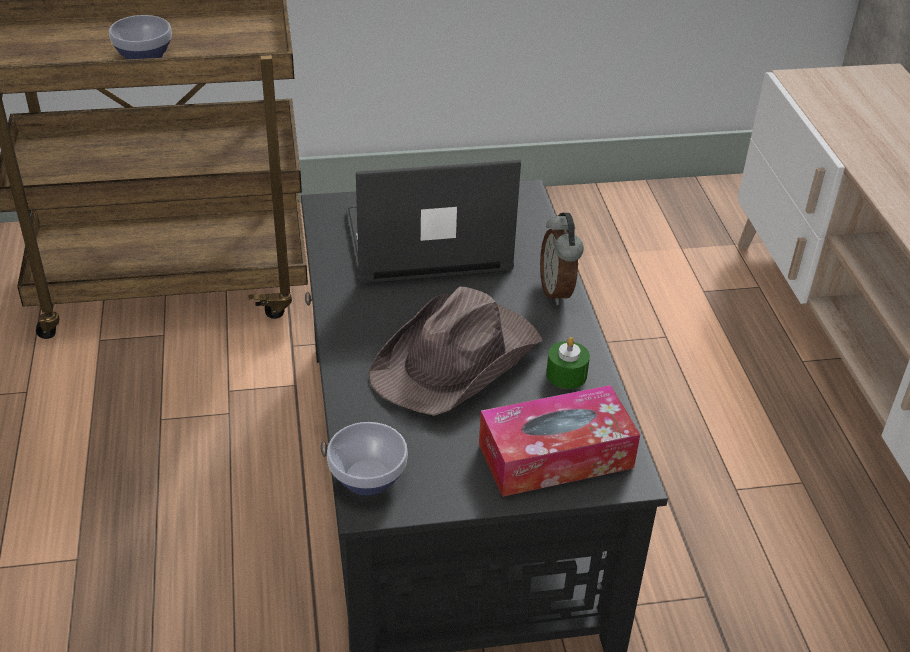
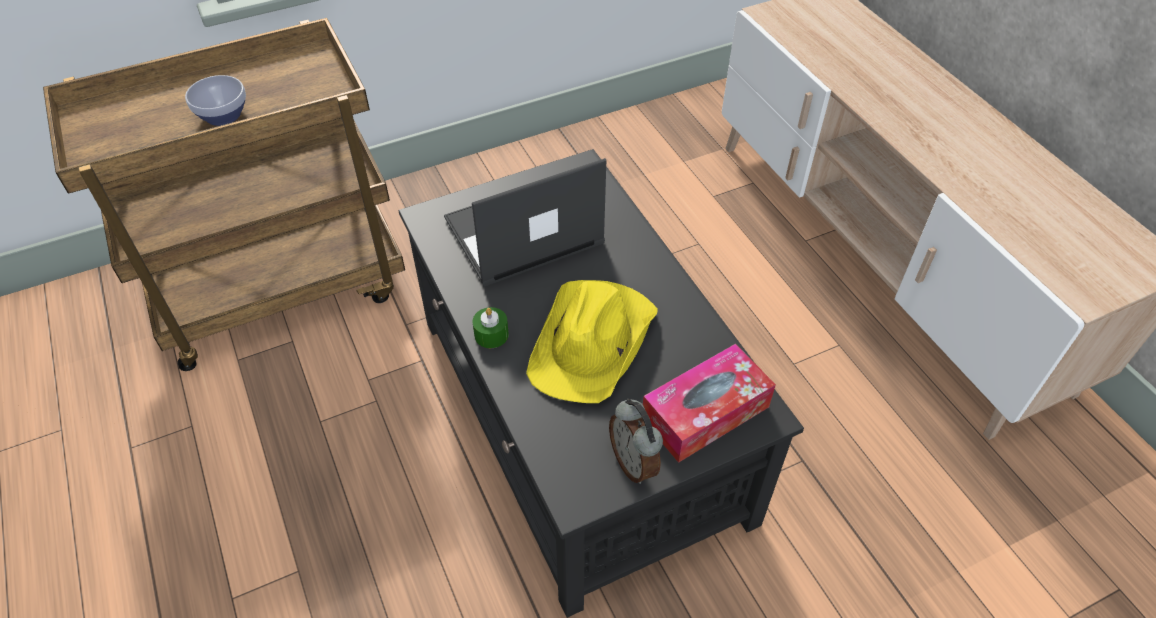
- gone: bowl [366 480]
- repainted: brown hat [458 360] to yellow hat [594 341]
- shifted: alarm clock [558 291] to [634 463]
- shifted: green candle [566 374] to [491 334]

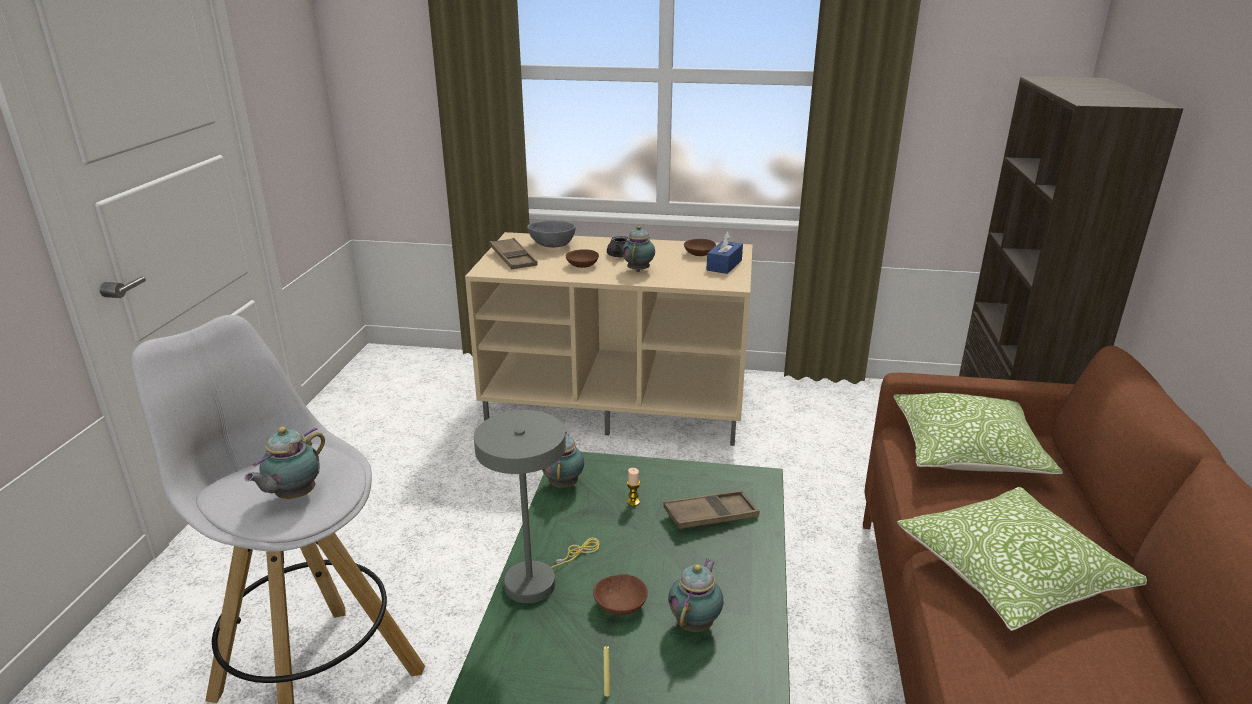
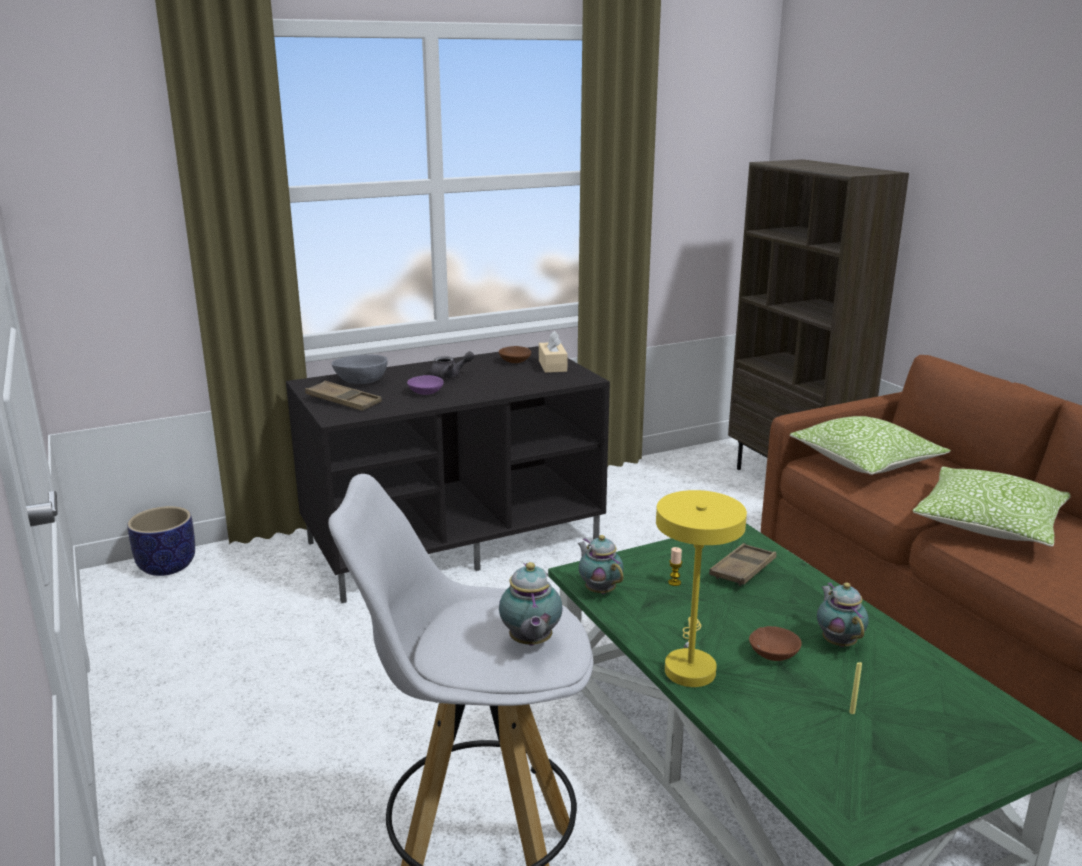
- repainted: beige tv stand [619 404] to black tv stand [455 540]
- repainted: grey table lamp [537 580] to yellow table lamp [689 665]
- repainted: brown bowl [582 265] to purple bowl [425 392]
- gone: teapot [639 270]
- repainted: blue tissue box [724 265] to beige tissue box [552 366]
- new: planter [167 566]

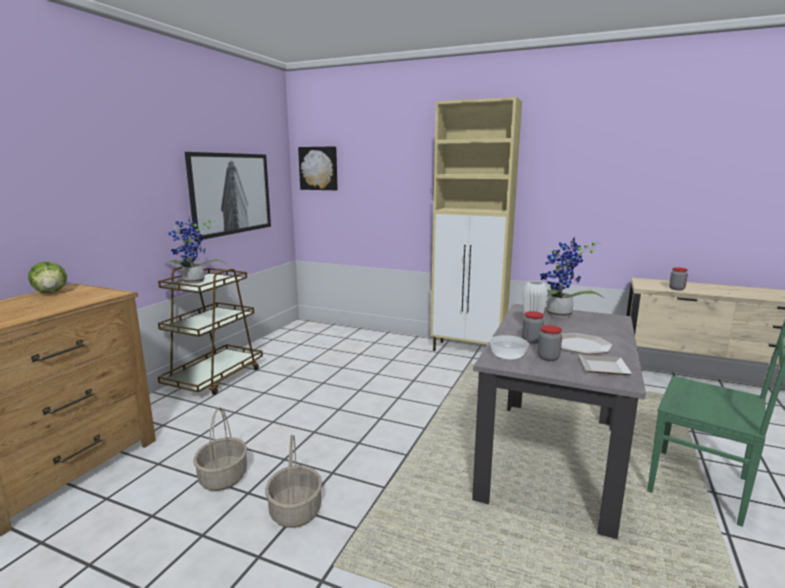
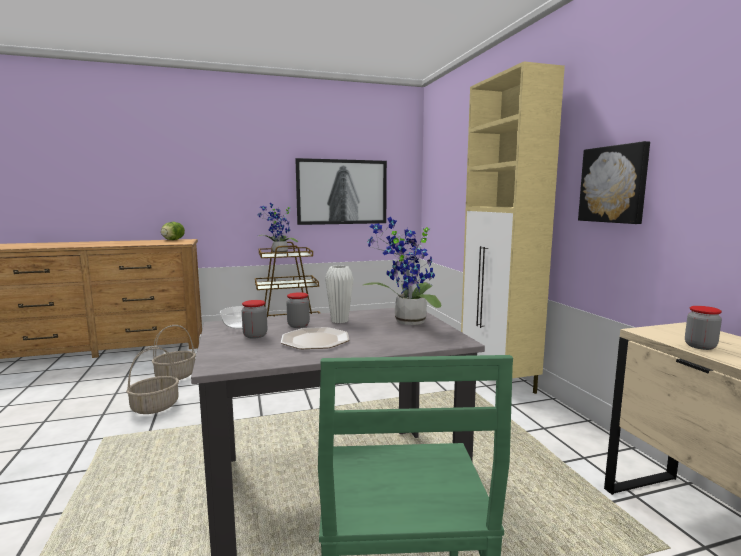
- shifted: picture [319 168] to [614 184]
- gone: plate [605 367]

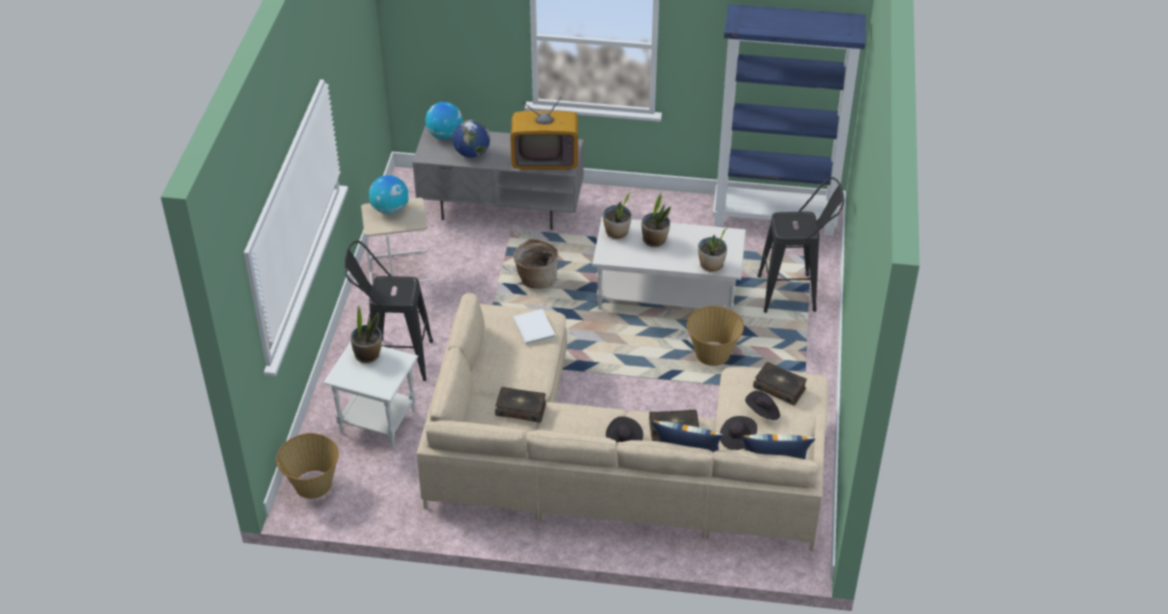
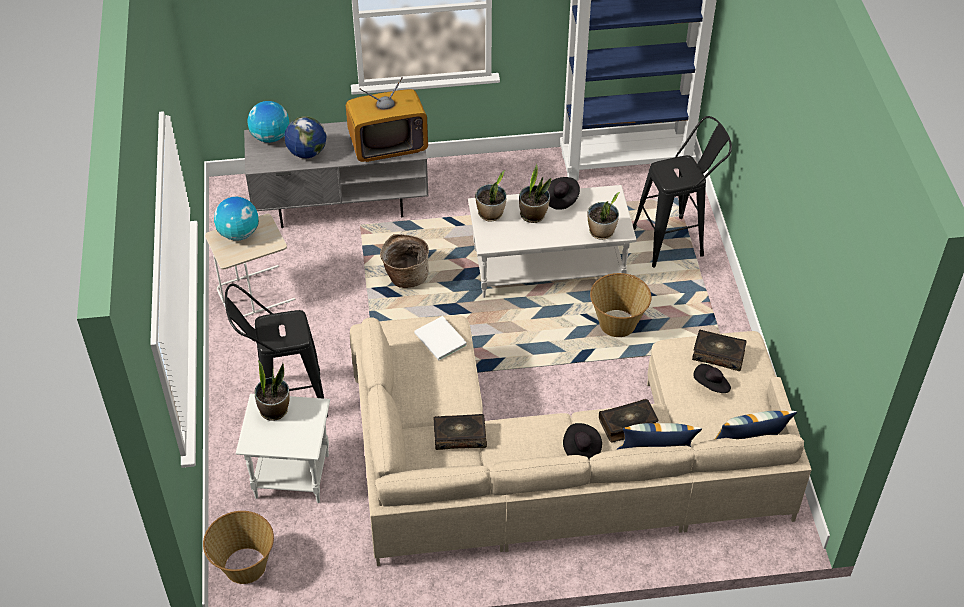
- shifted: black hat [737 439] to [561 199]

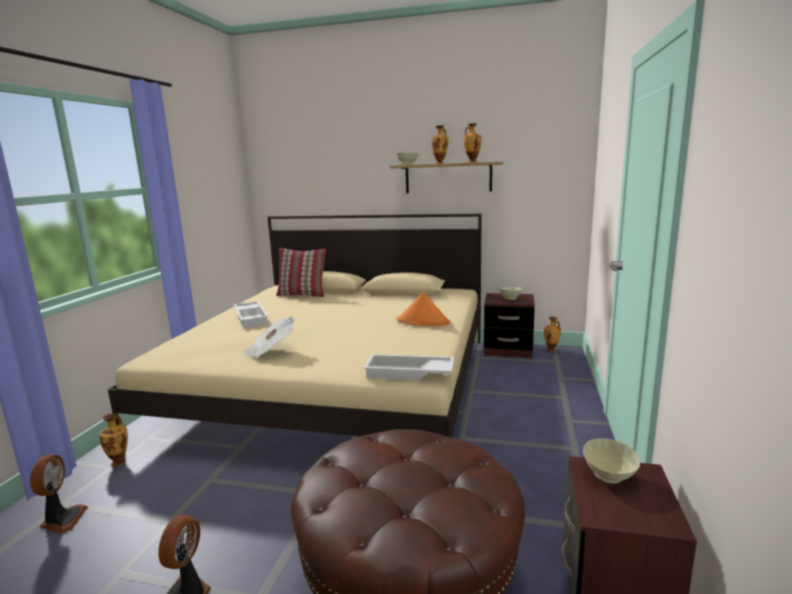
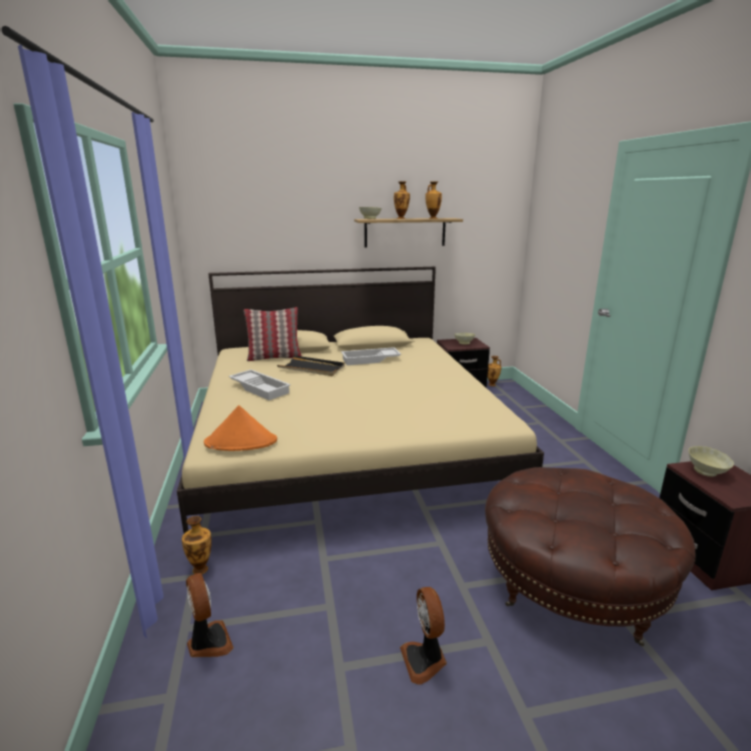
- gone: newspaper [270 351]
- shifted: white tray [408 373] to [370 360]
- shifted: orange hat [423 321] to [241 442]
- new: black tray [312 368]

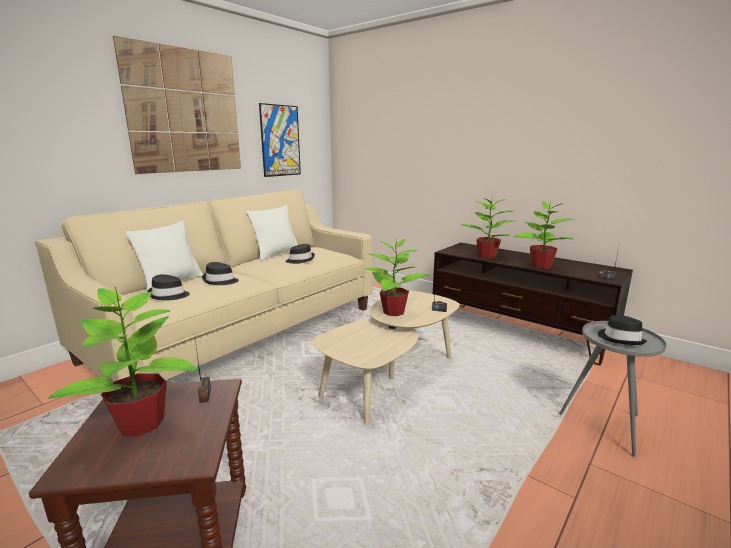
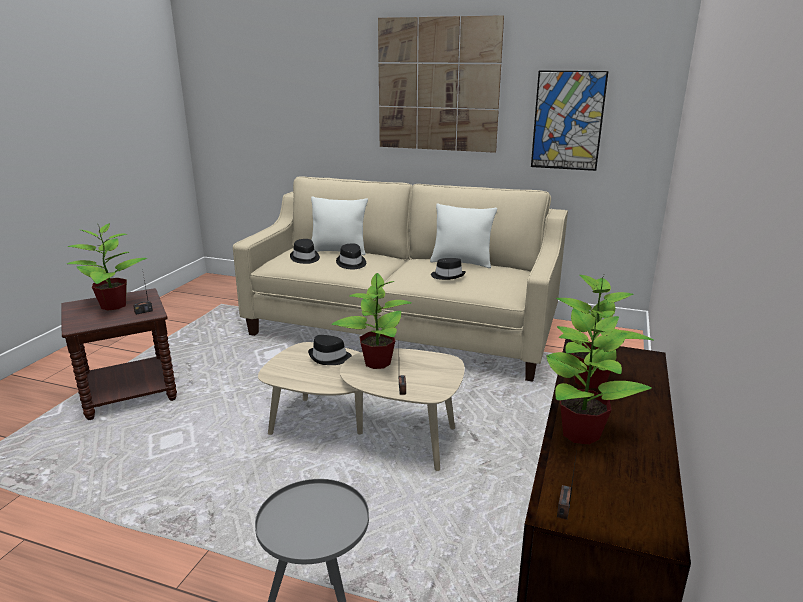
- shifted: black hat [620 338] to [329 358]

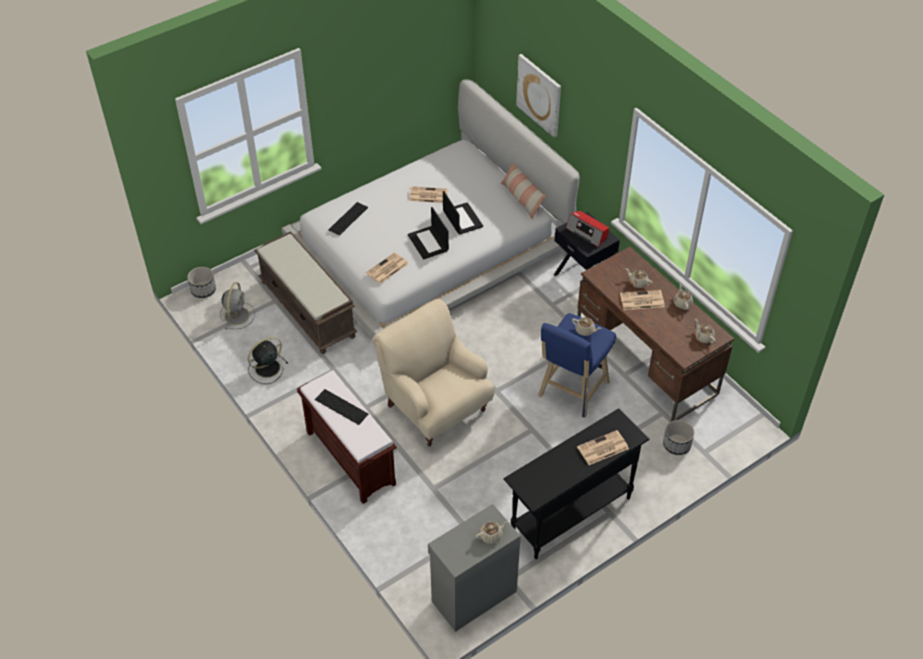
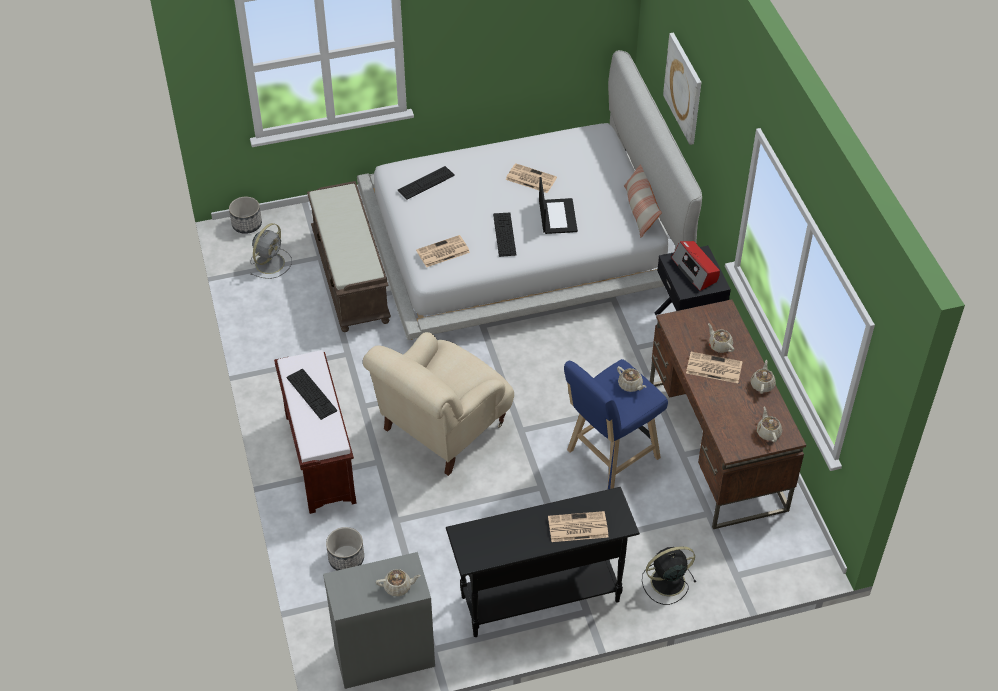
- shifted: black fan [266 369] to [666 582]
- rotated: beige armchair [435 407] = [441 428] 120 degrees counterclockwise
- swapped: laptop [428 243] to keyboard [504 234]
- shifted: planter [677 445] to [346 558]

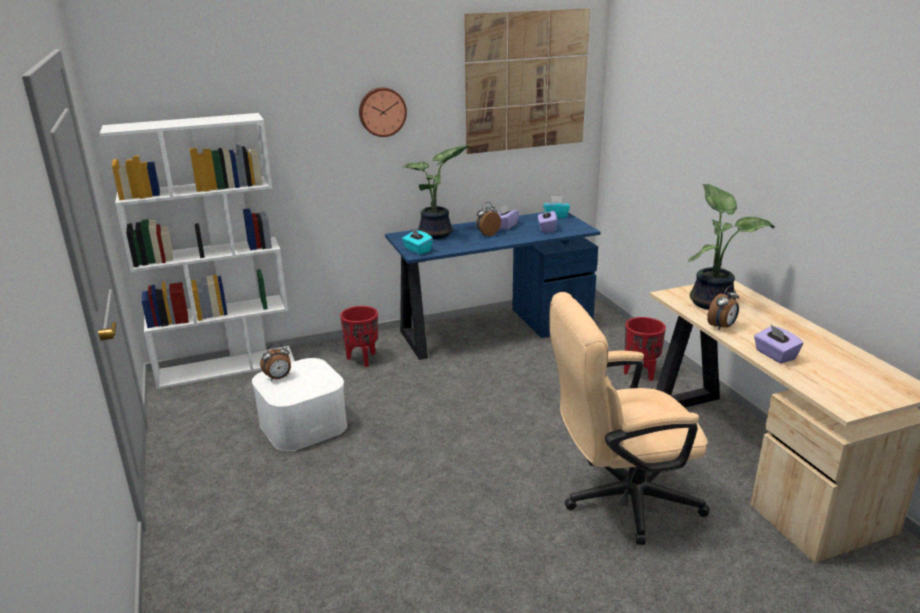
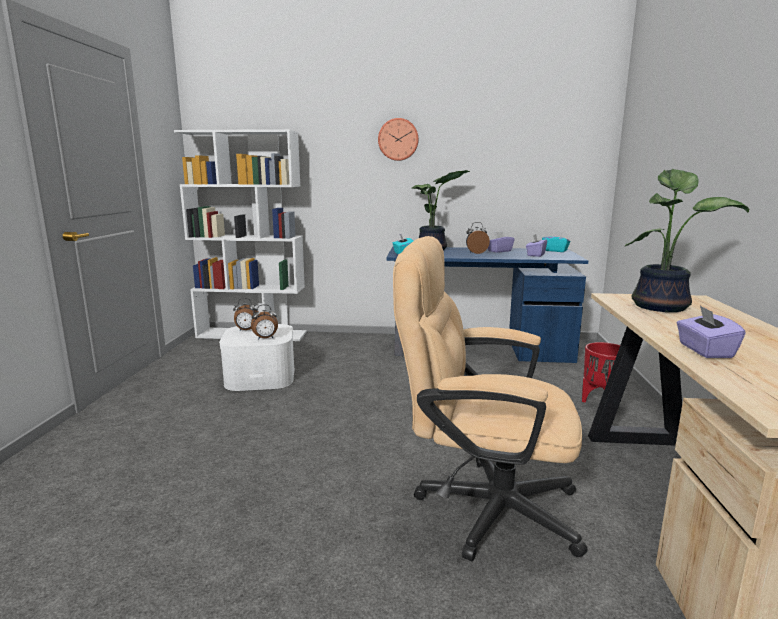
- gone: red planter [363 359]
- gone: picture [526 81]
- shifted: alarm clock [722 327] to [265 338]

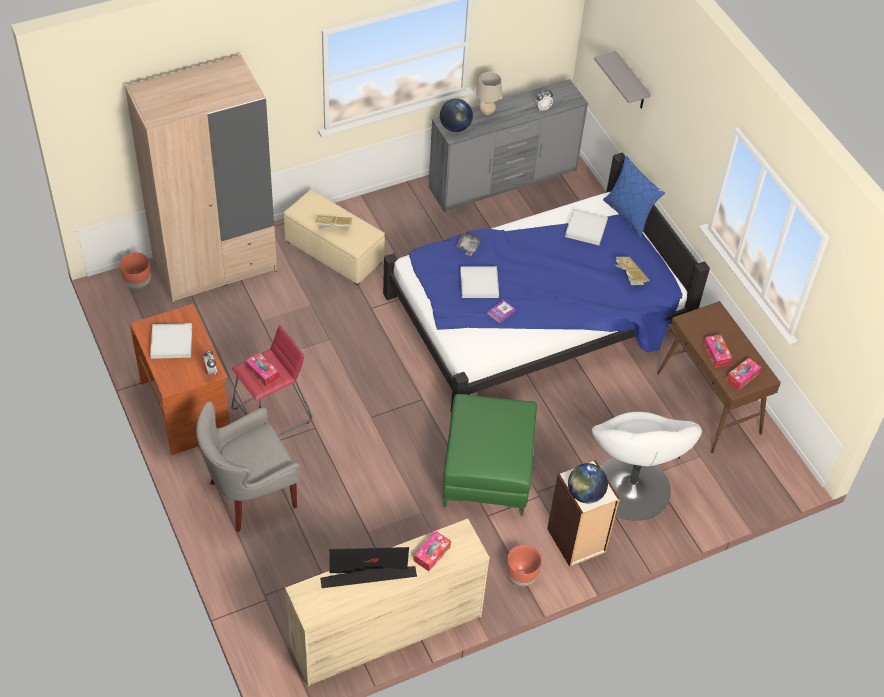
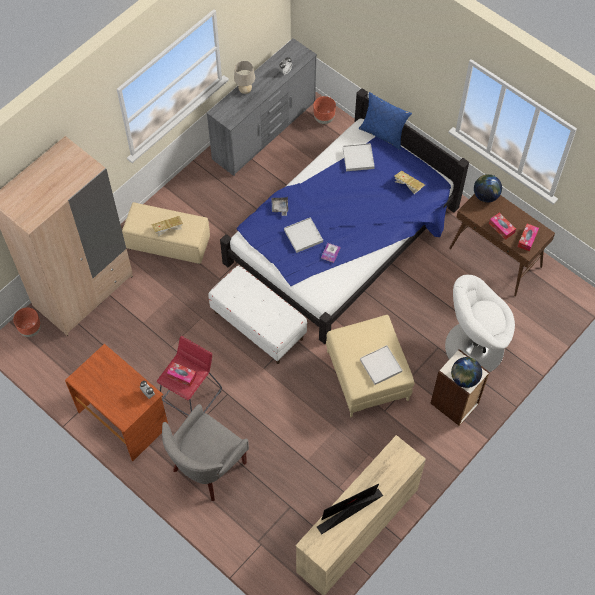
- shifted: white tray [172 342] to [380 365]
- gone: tissue box [432 554]
- shifted: globe [455 127] to [485 195]
- repainted: green ottoman [487 470] to beige ottoman [367 376]
- shifted: brown planter [521 577] to [324 119]
- rotated: white armchair [631 489] = [473 347] 105 degrees clockwise
- gone: grey shelf [631 82]
- new: white bench [258 325]

